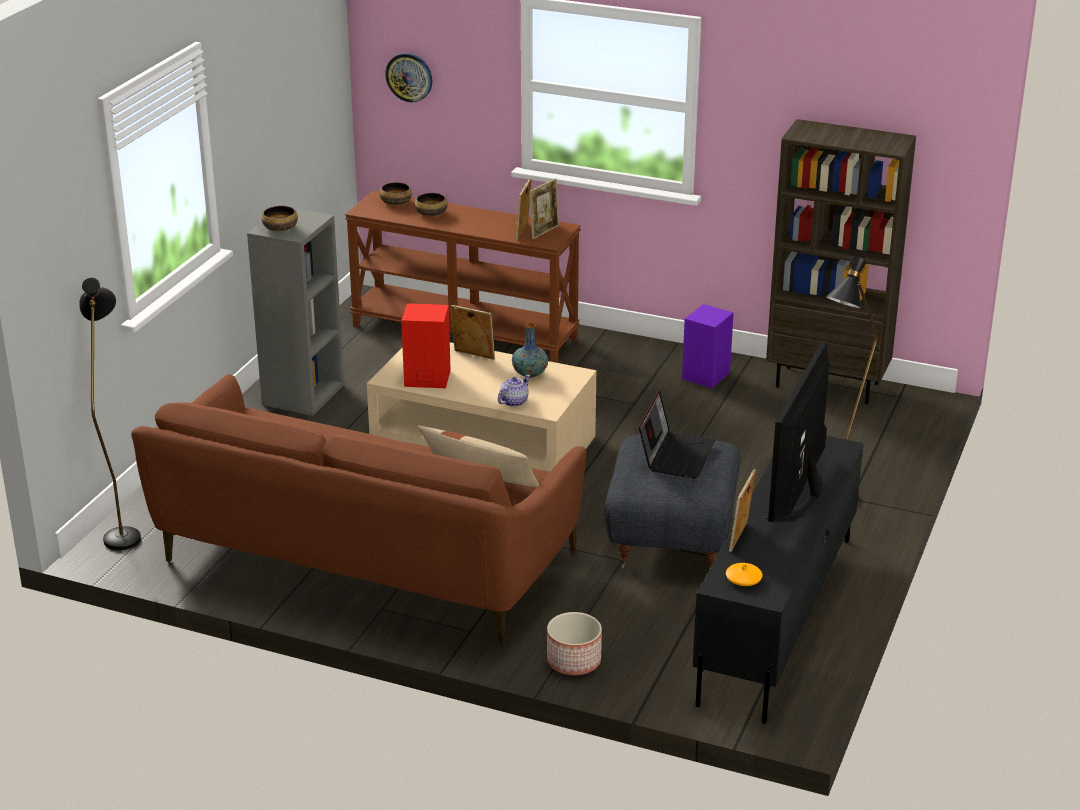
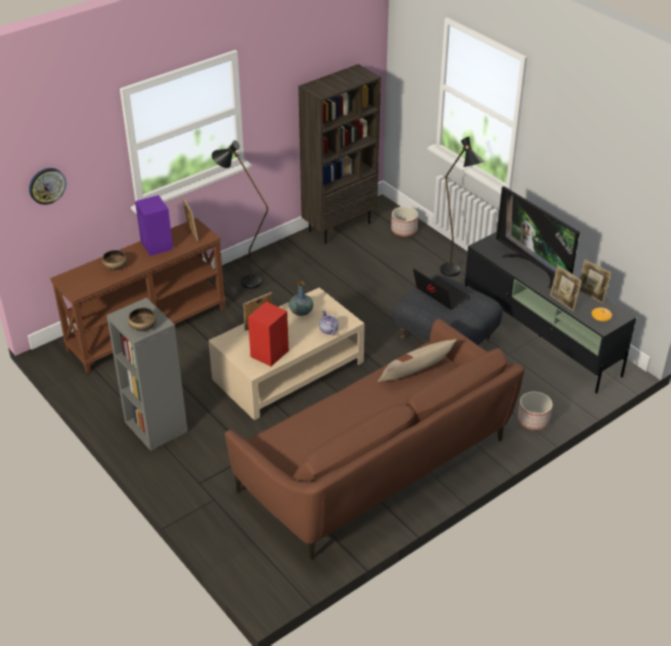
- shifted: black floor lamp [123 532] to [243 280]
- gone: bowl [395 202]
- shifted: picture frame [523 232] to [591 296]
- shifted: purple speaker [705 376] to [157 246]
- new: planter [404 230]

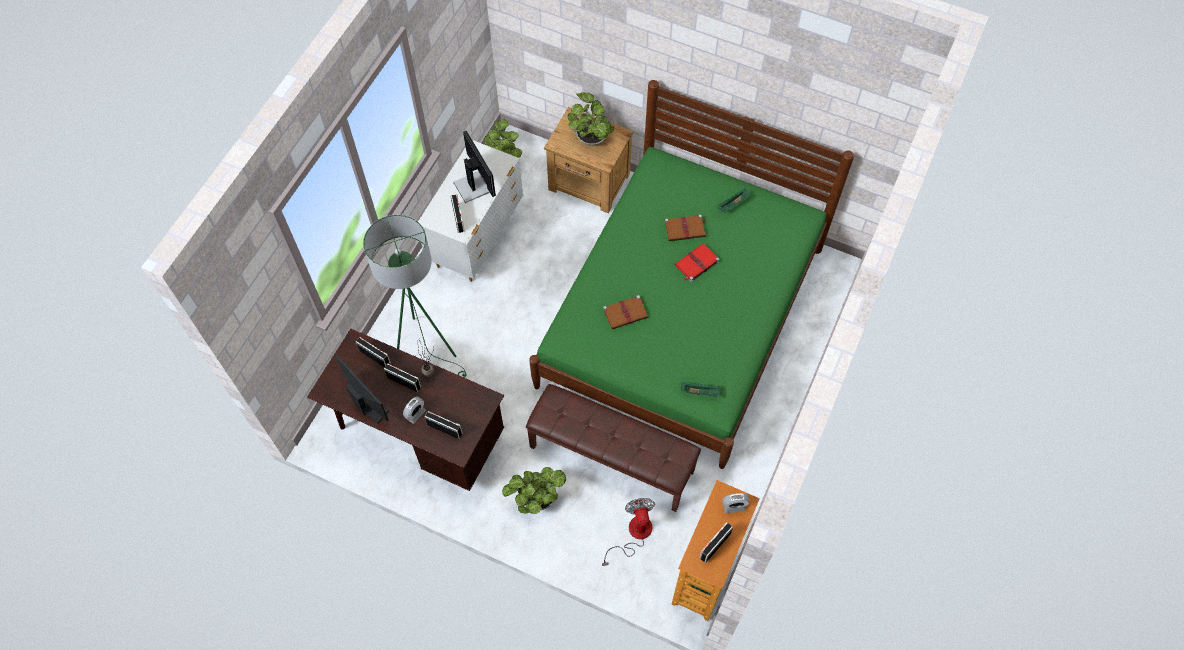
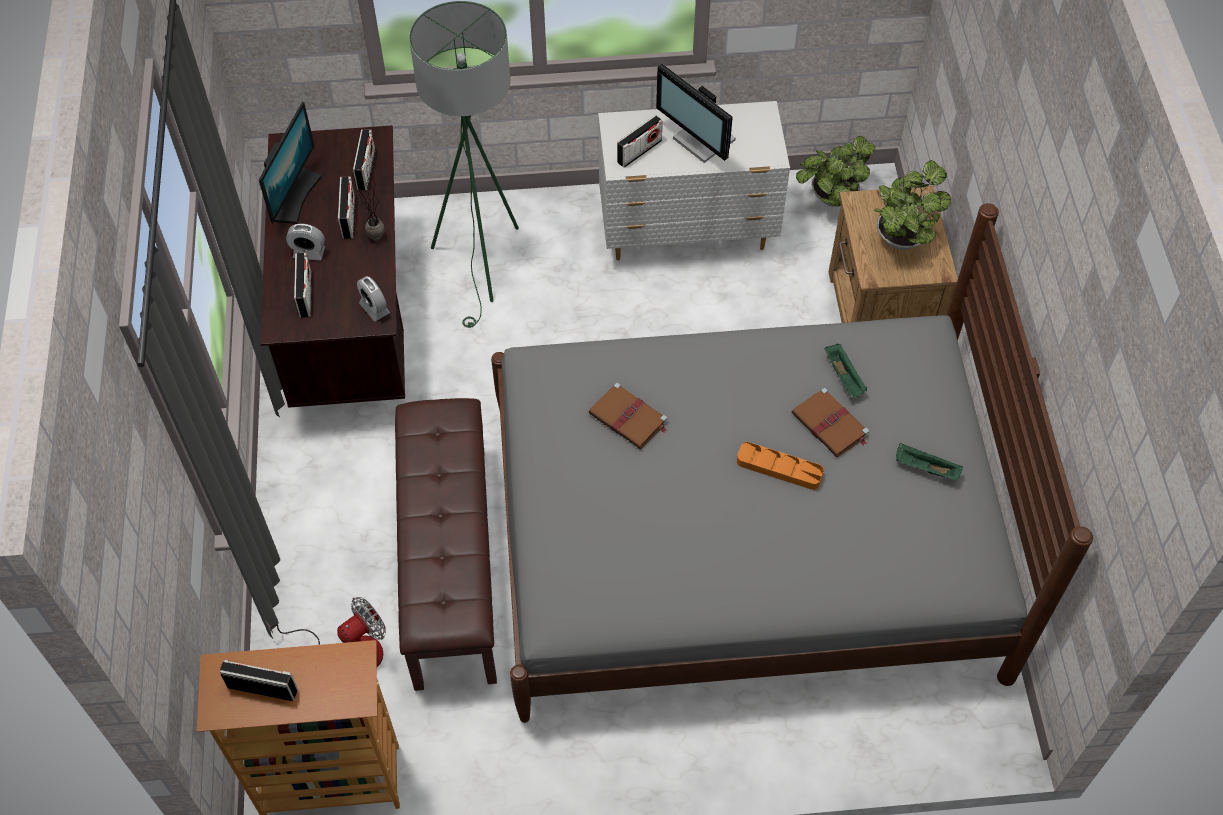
- rotated: monitor [473 186] = [702 141] 105 degrees clockwise
- gone: potted plant [536 498]
- repainted: green bed [681 316] to grey bed [742 540]
- swapped: red book [696 264] to orange tray [779 468]
- shifted: green tray [700 392] to [844 377]
- shifted: alarm clock [734 506] to [374 308]

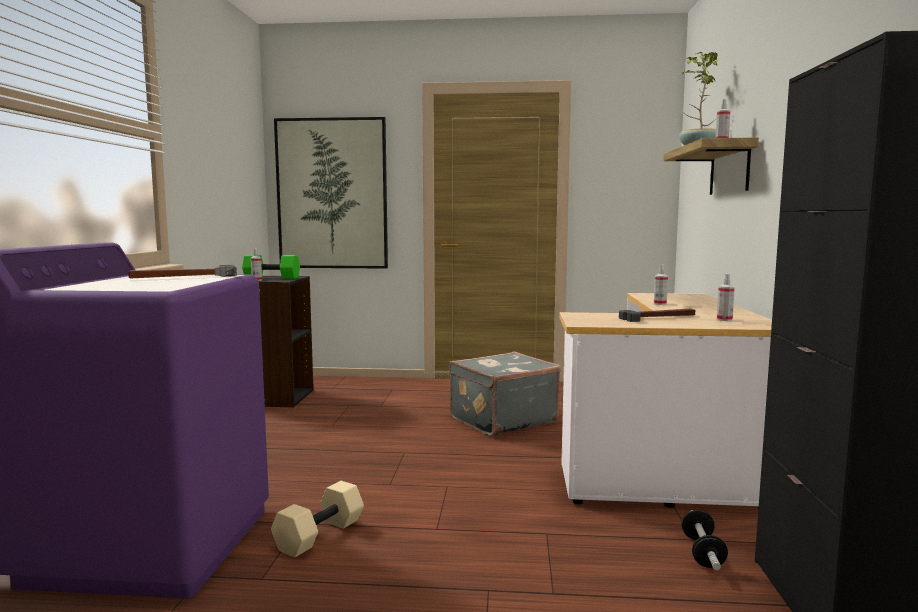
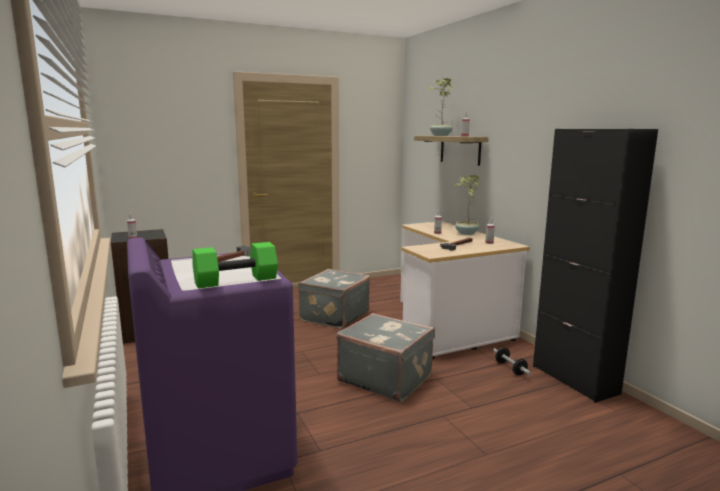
- shifted: green dumbbell [272 278] to [236 280]
- gone: beige dumbbell [319 534]
- gone: picture [332 194]
- new: grey suitcase [385 378]
- new: potted plant [466 233]

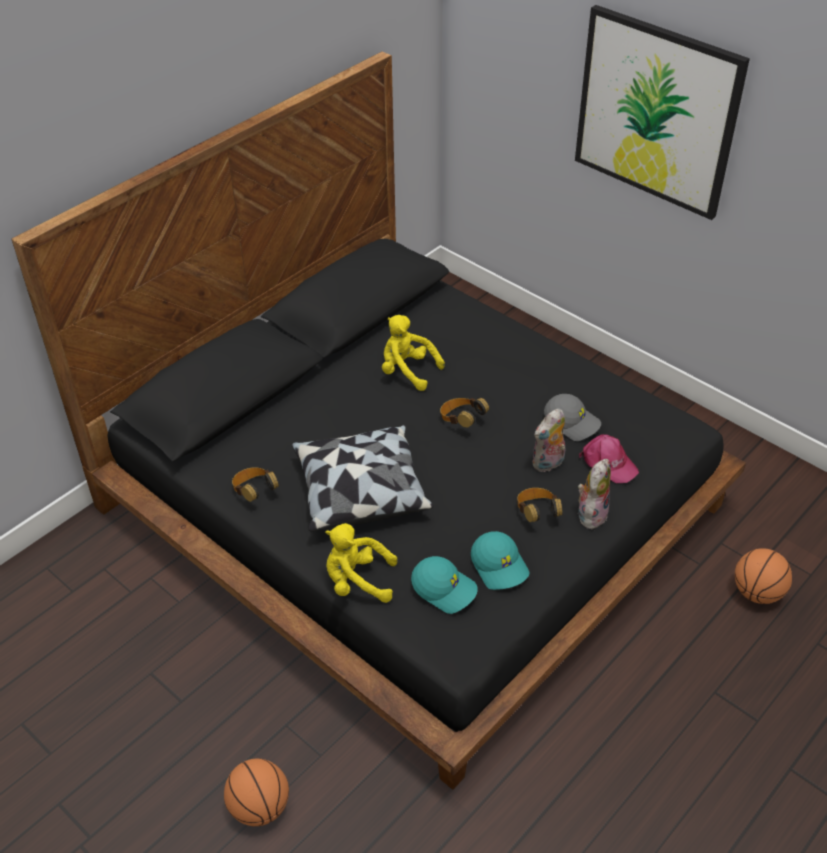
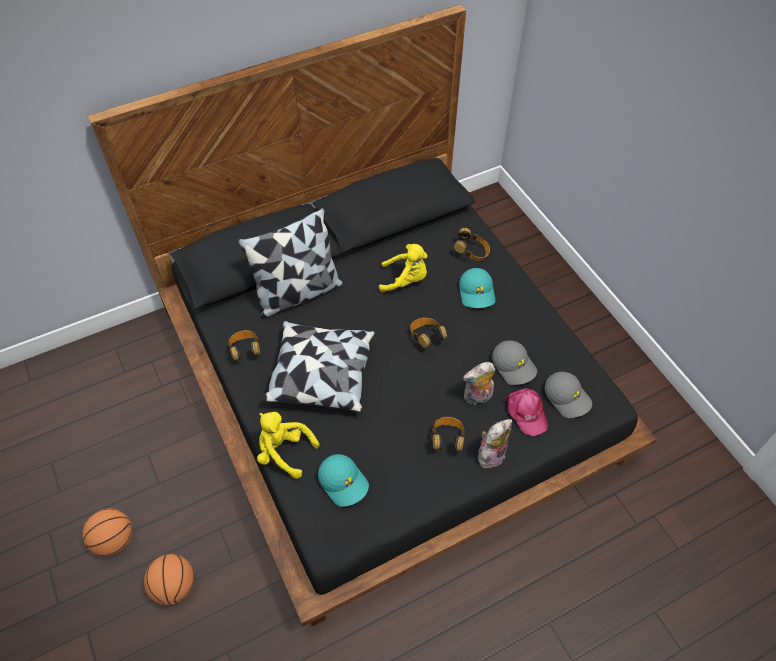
- rotated: yellow plush toy [407 371] = [405 280] 135 degrees clockwise
- shifted: turquoise cap [500 566] to [477 293]
- gone: picture [656 112]
- shifted: basketball [757 592] to [114 540]
- new: pillow [297 293]
- new: headphones [472 253]
- new: grey cap [567 397]

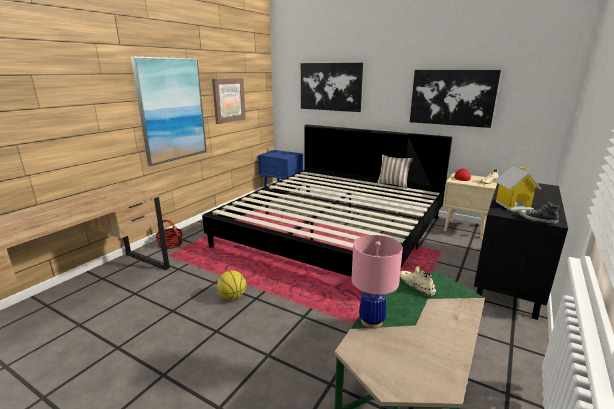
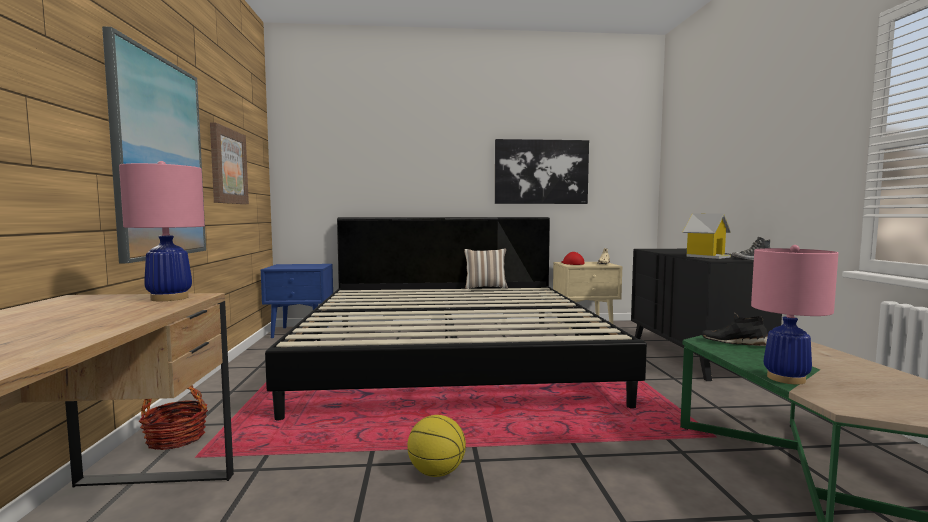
- gone: picture [330 87]
- repainted: beige shoe [417 286] to black shoe [735 343]
- new: pink table lamp [169 298]

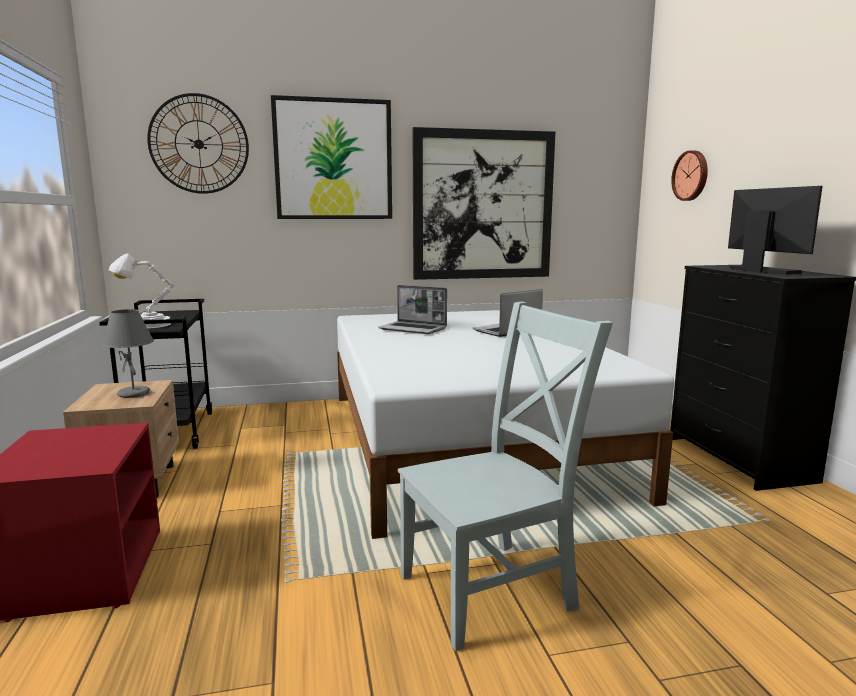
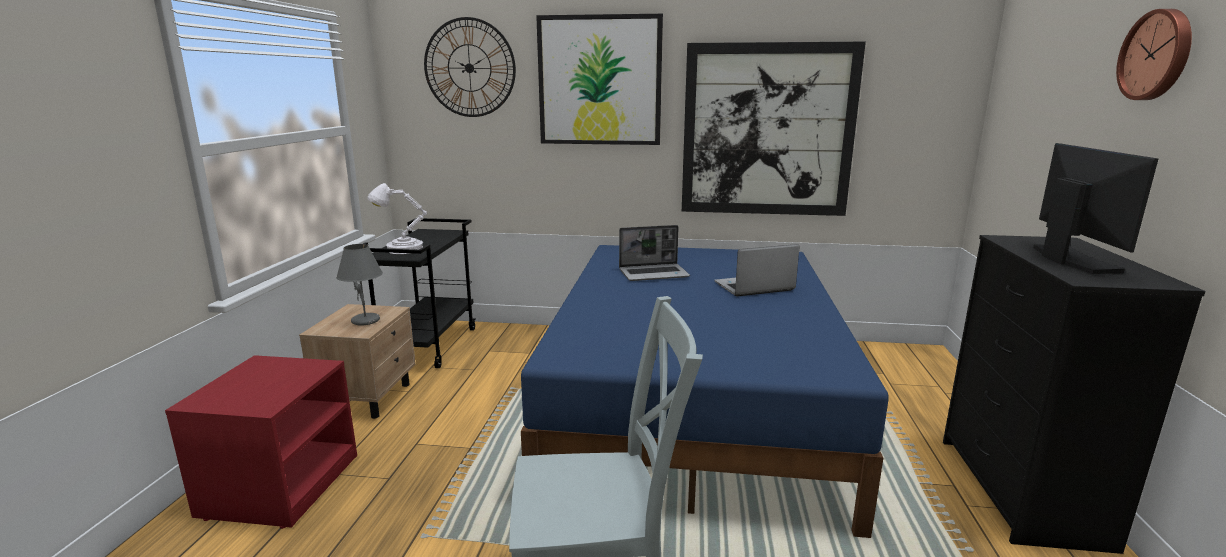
- repainted: white bed [467 440] to blue bed [695 402]
- rotated: laptop [414 329] = [654 274] 60 degrees counterclockwise
- shifted: wall clock [691 176] to [1157 55]

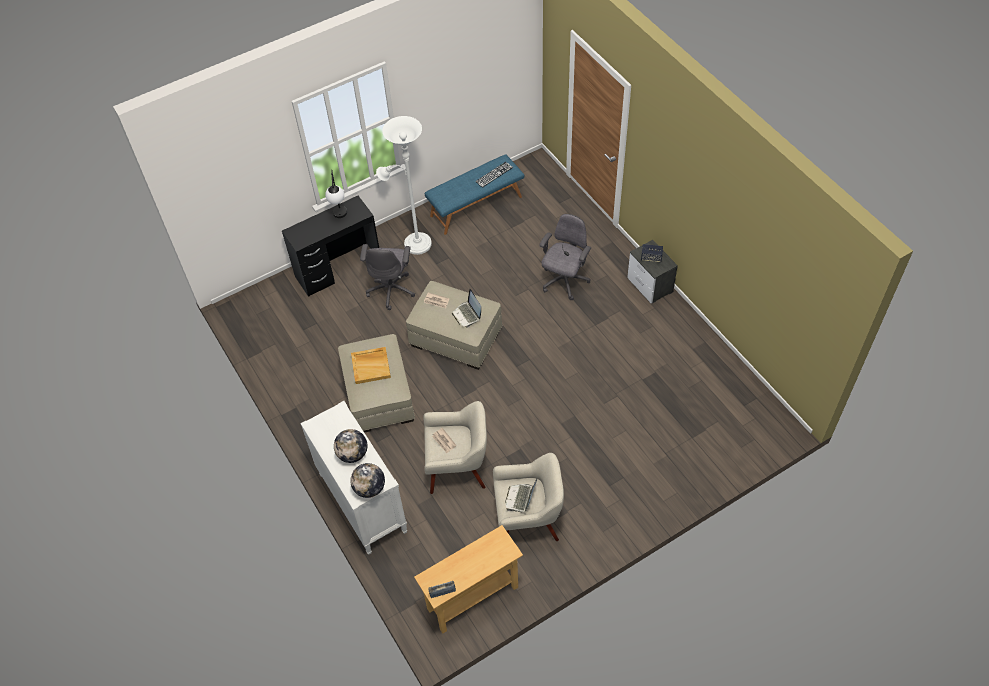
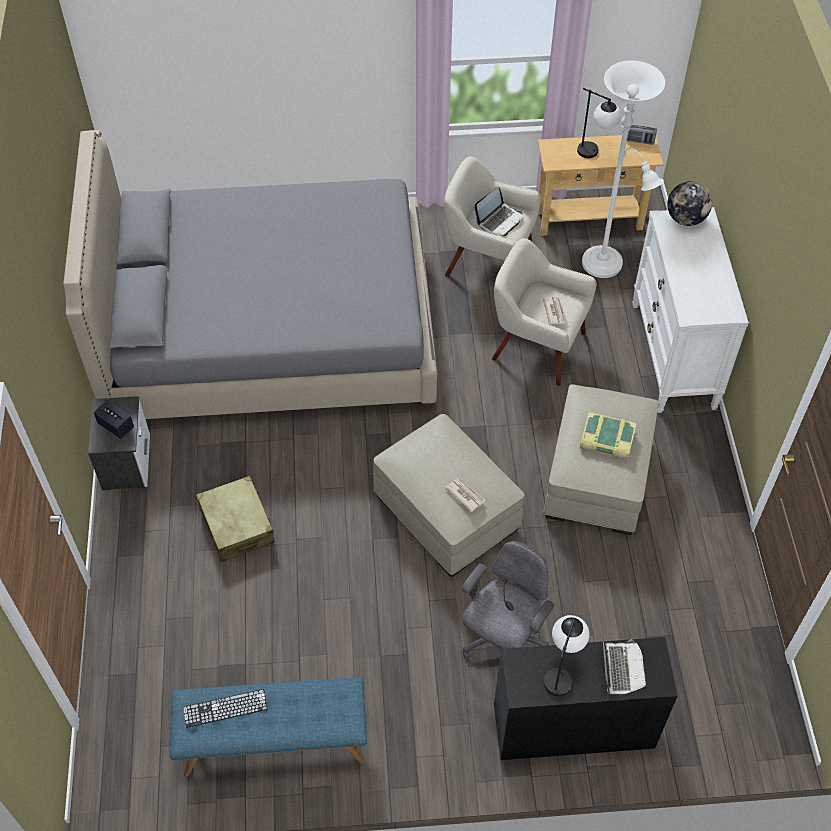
- gone: globe [353 454]
- swapped: beige tray [371 366] to book [607 440]
- shifted: white floor lamp [414 243] to [606 266]
- shifted: laptop [467 314] to [620 668]
- swapped: grey office chair [564 281] to beige suitcase [237 525]
- new: grey bed [270 331]
- new: table lamp [595 154]

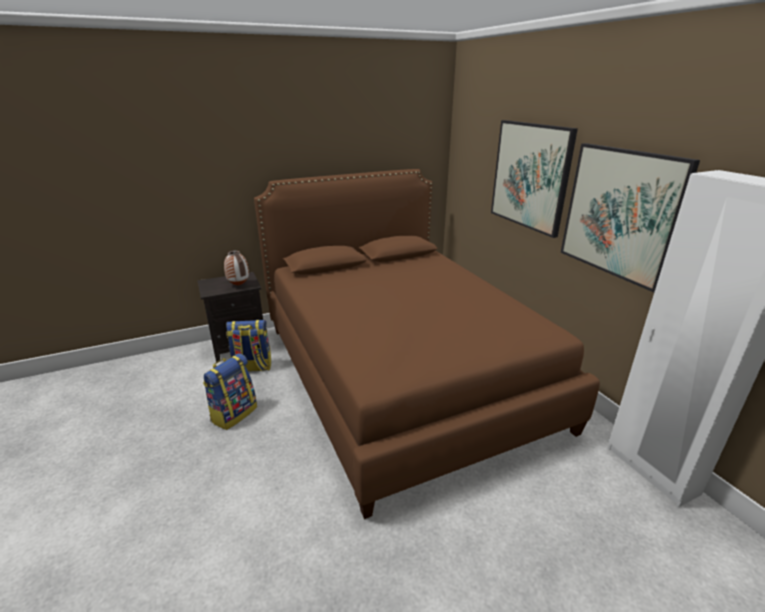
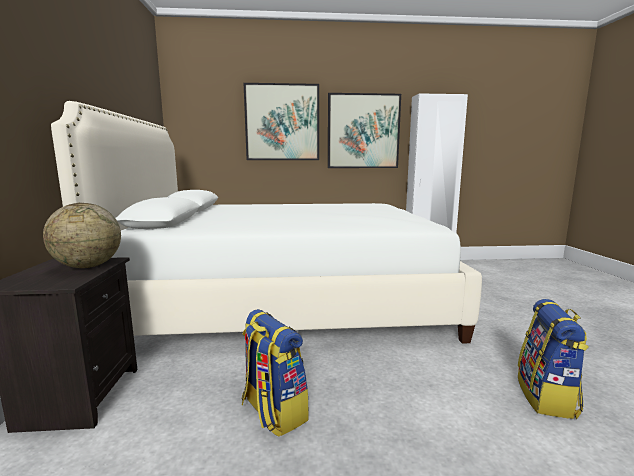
- swapped: vase [238 285] to globe [88 266]
- shifted: backpack [252 367] to [547 397]
- repainted: brown bed [402 373] to white bed [287 300]

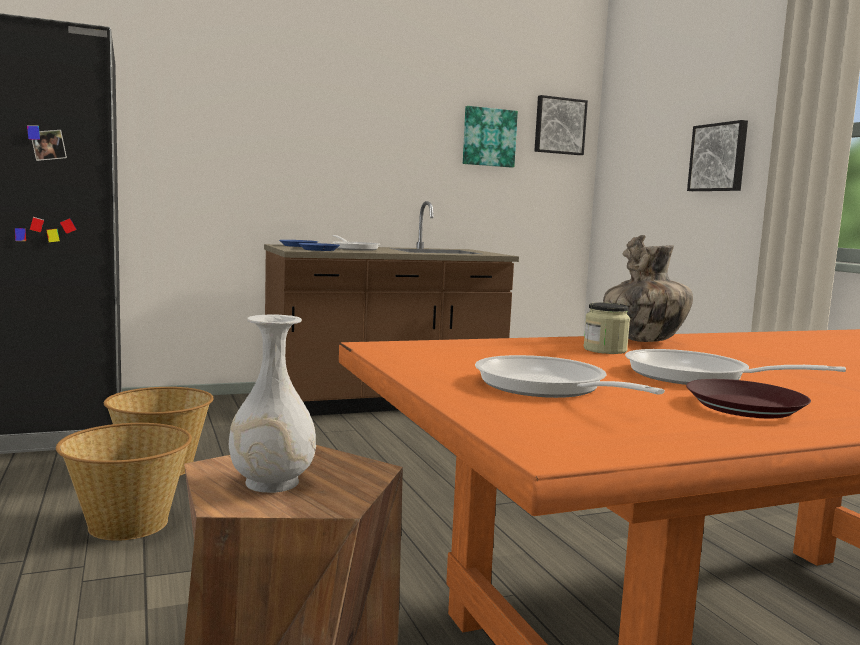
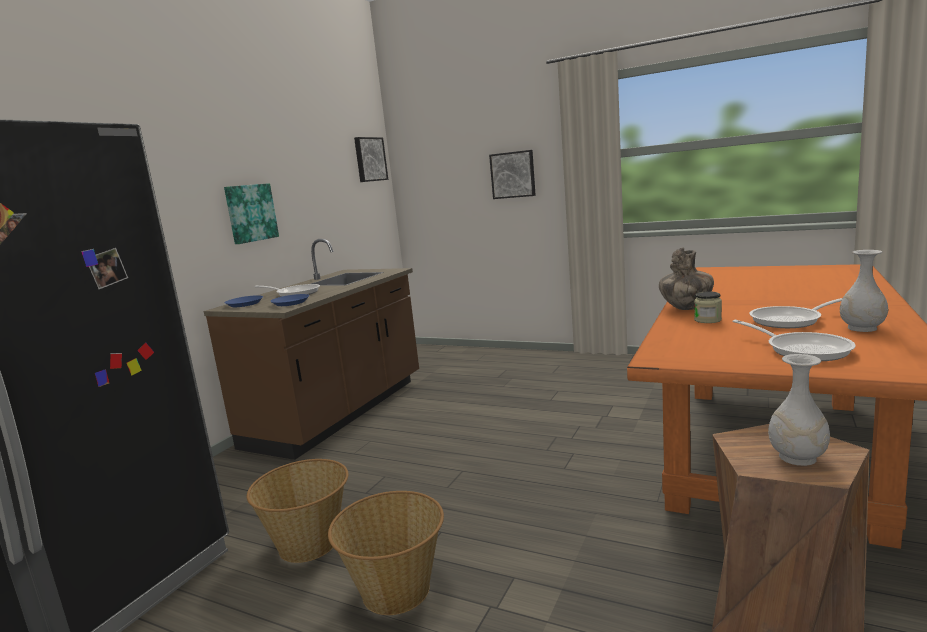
- shifted: picture [488 137] to [250 213]
- rotated: frying pan [547 388] = [802 349] 135 degrees counterclockwise
- swapped: brown plate [746 407] to white vase [862 328]

